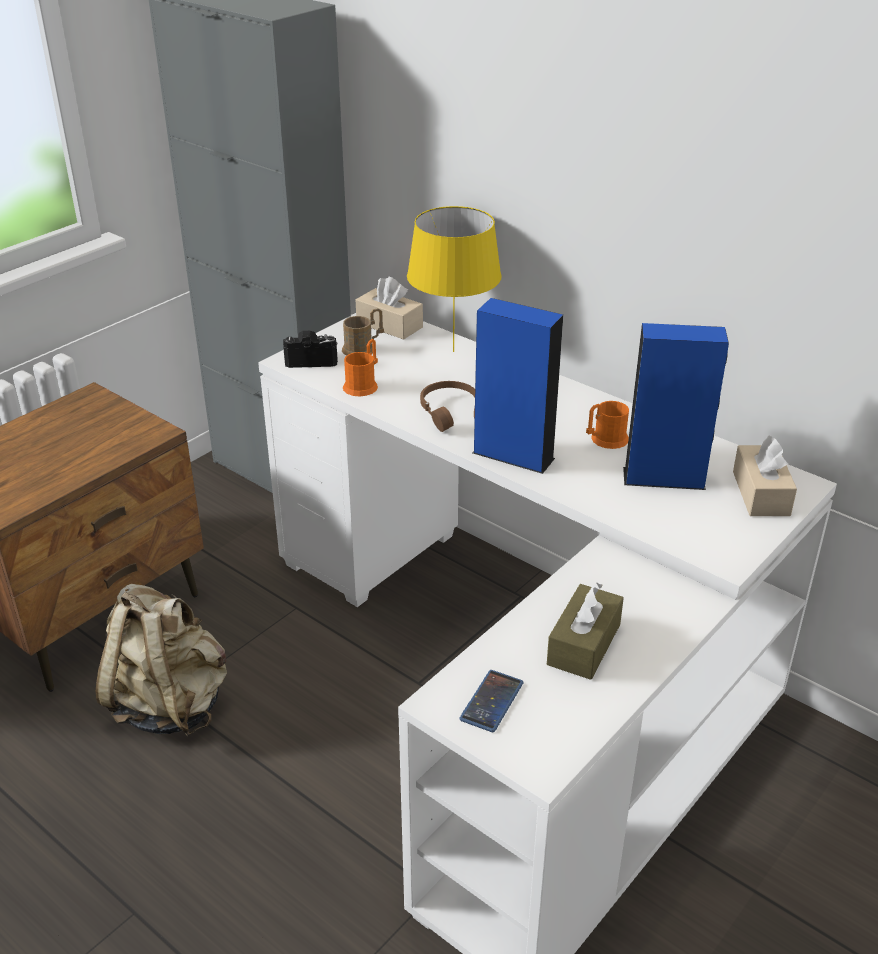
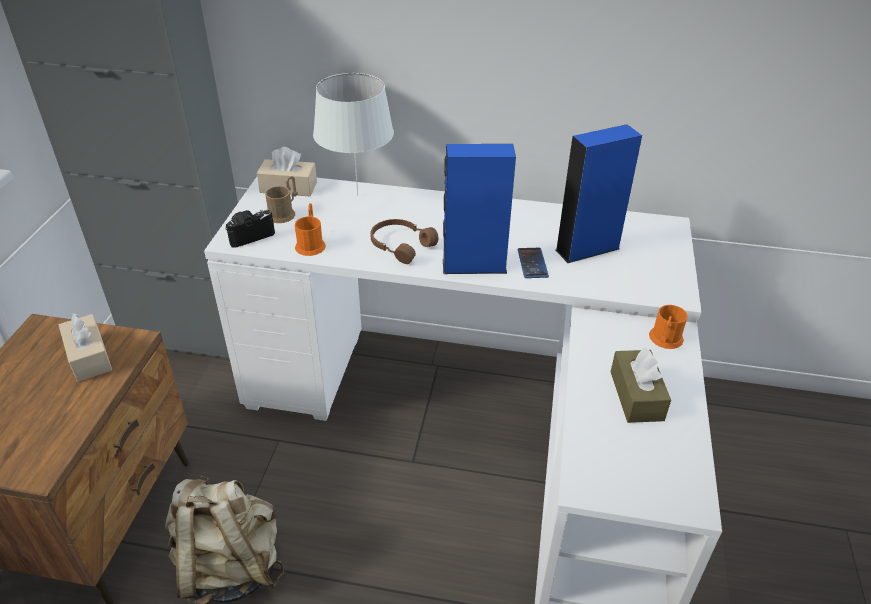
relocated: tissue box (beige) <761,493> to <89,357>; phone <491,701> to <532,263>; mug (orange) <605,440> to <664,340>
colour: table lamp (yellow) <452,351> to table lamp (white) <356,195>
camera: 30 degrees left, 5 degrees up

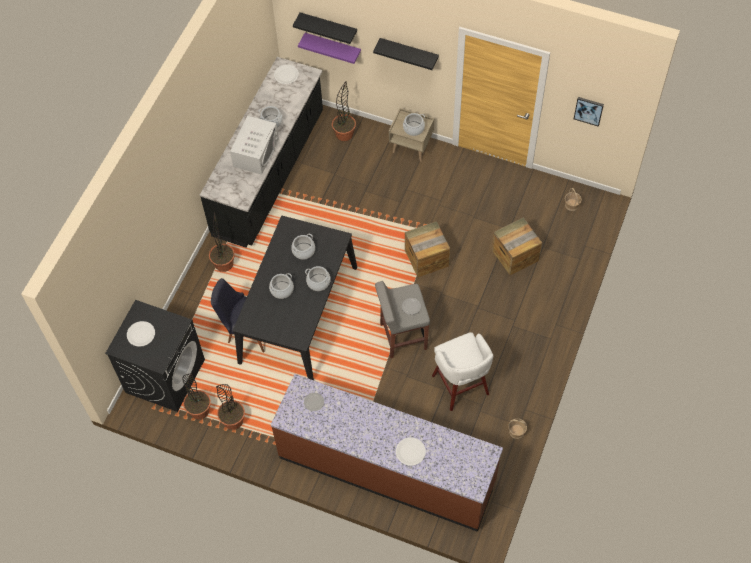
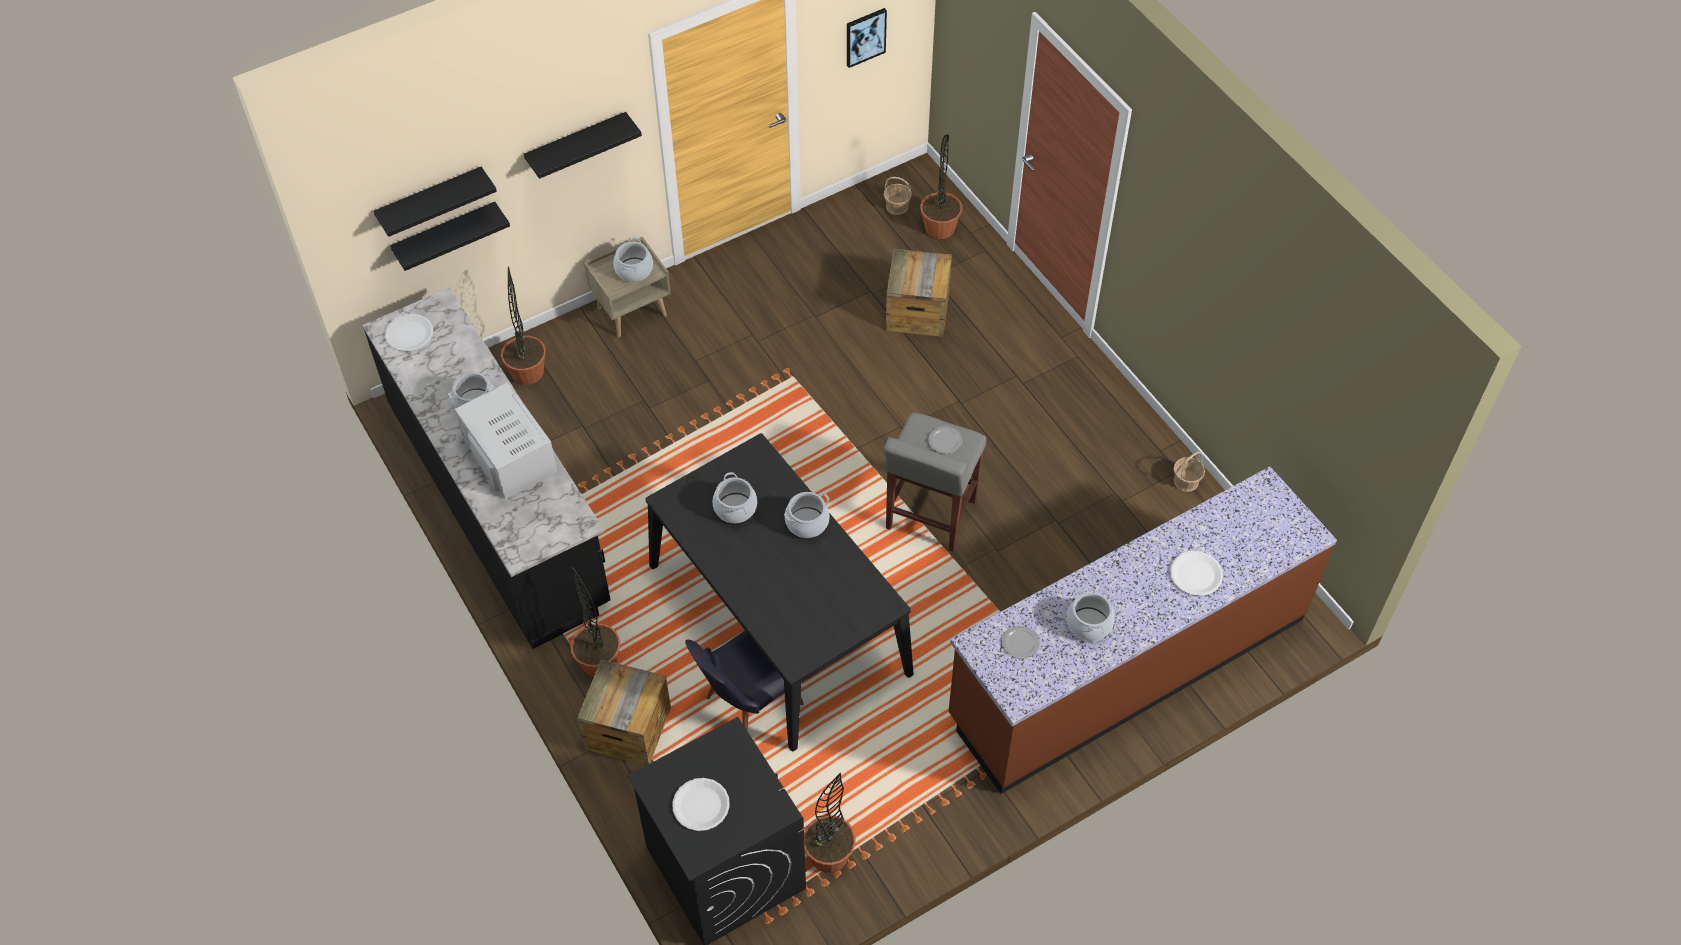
missing: stool (white) <461,387>
relocated: crate <426,258> to <628,728>; potted plant <233,420> to <939,228>; cooking pot <282,290> to <1089,624>
colour: shelf (purple) <333,47> to shelf (black) <446,236>
camera: 55 degrees left, 5 degrees down

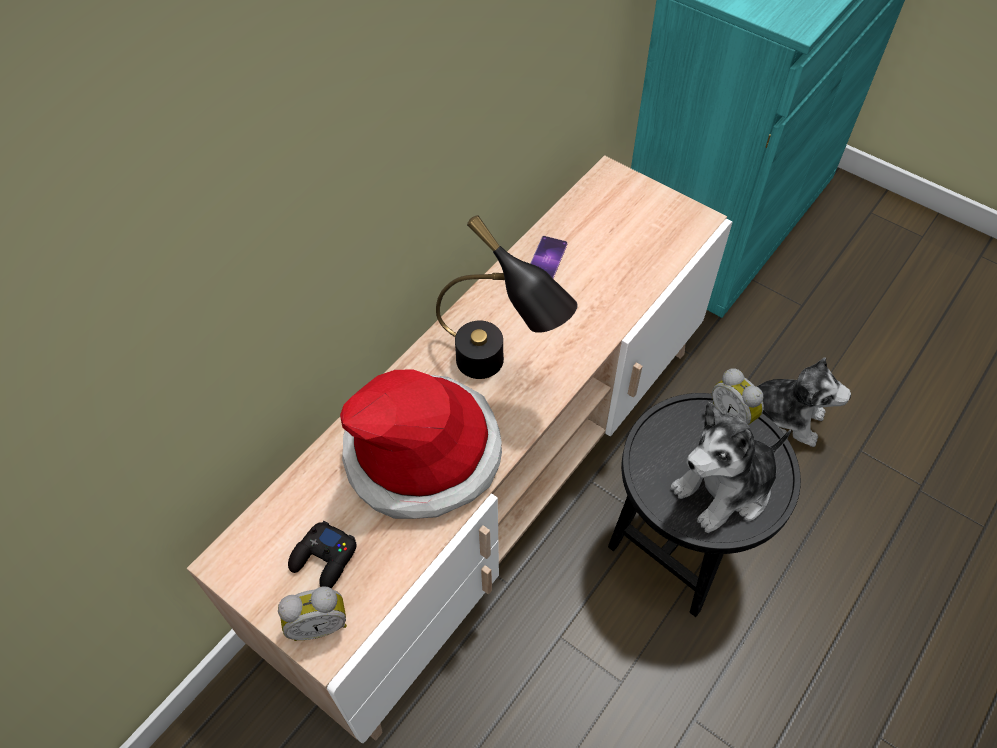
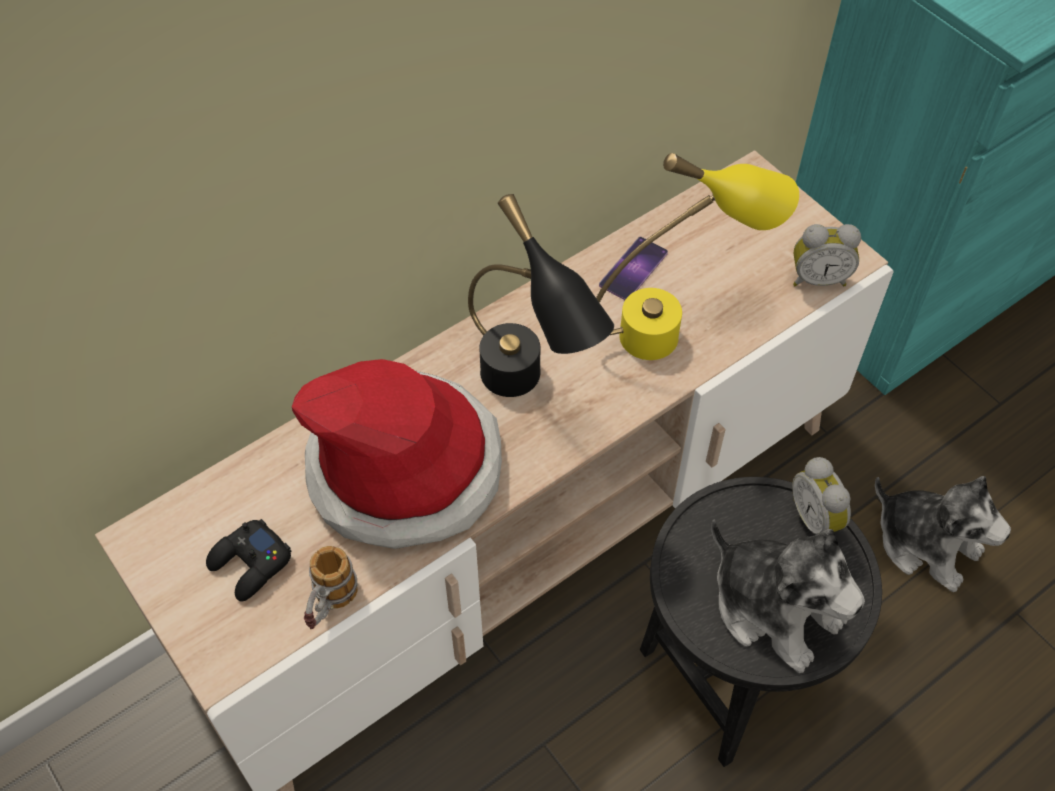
appeared: mug <330,608>; table lamp (yellow) <676,330>
relocated: alarm clock <319,624> to <818,278>
spun: plush toy <725,488> = <774,607> 120 degrees counterclockwise
camera: 15 degrees right, 0 degrees up

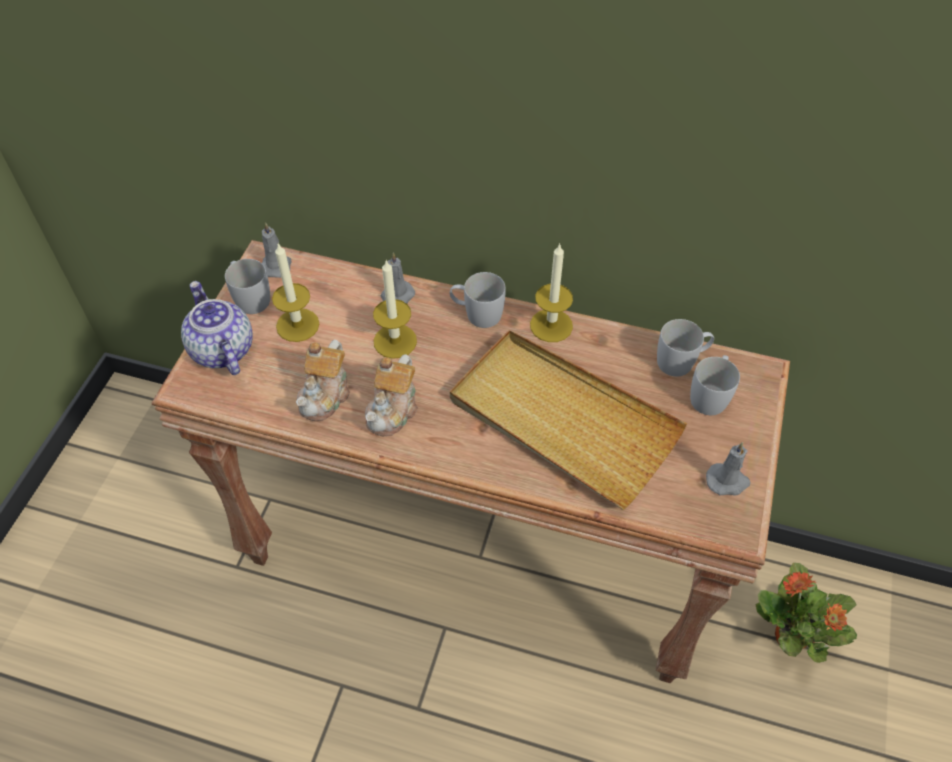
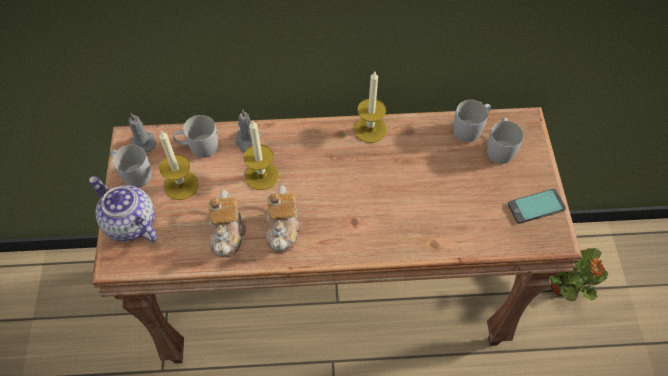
missing: tray (beige) <562,420>
relocated: mug (white) <476,313> to <198,147>
exchanged: candle (grey) <727,481> to phone <536,207>
camera: 20 degrees left, 5 degrees up

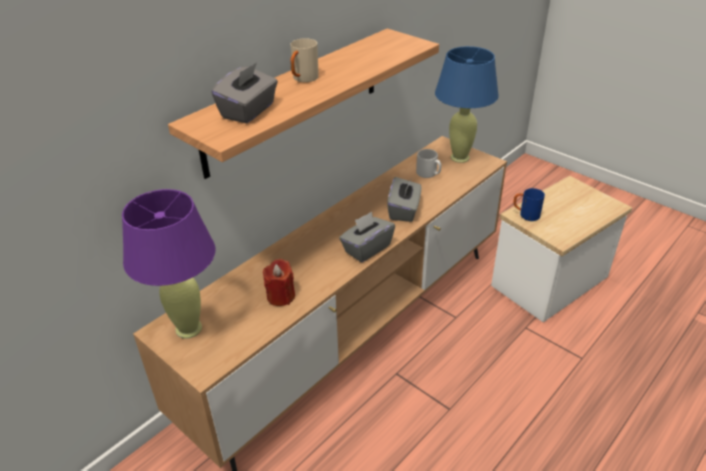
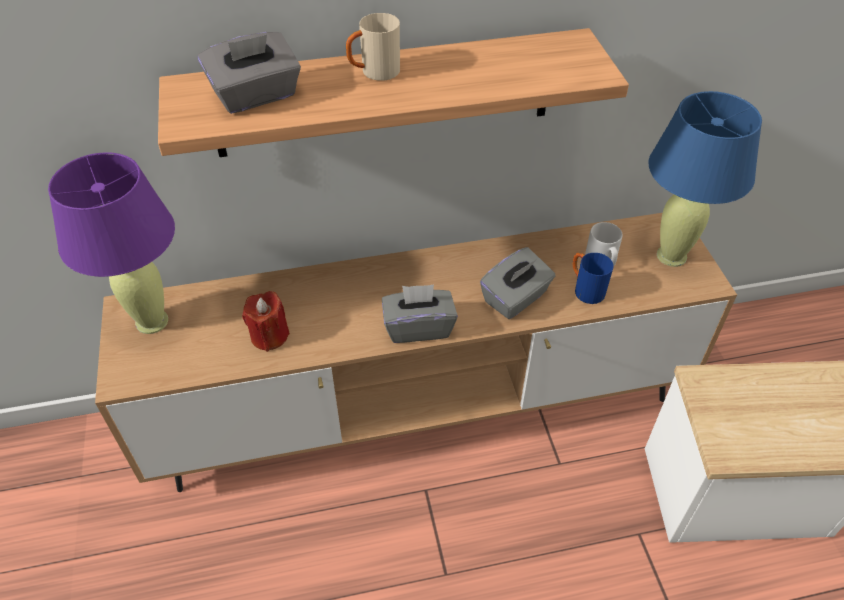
relocated: mug (blue) <525,215> to <585,289>
camera: 35 degrees right, 10 degrees up

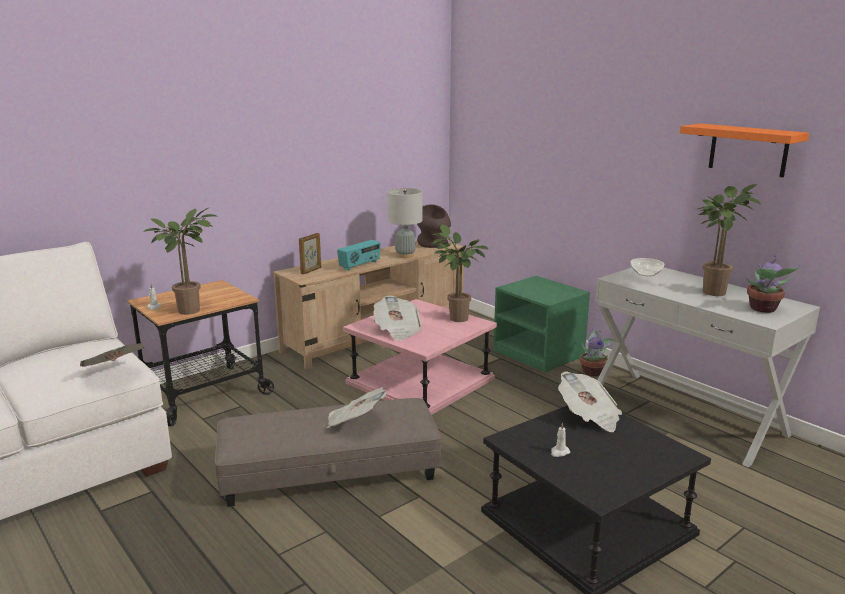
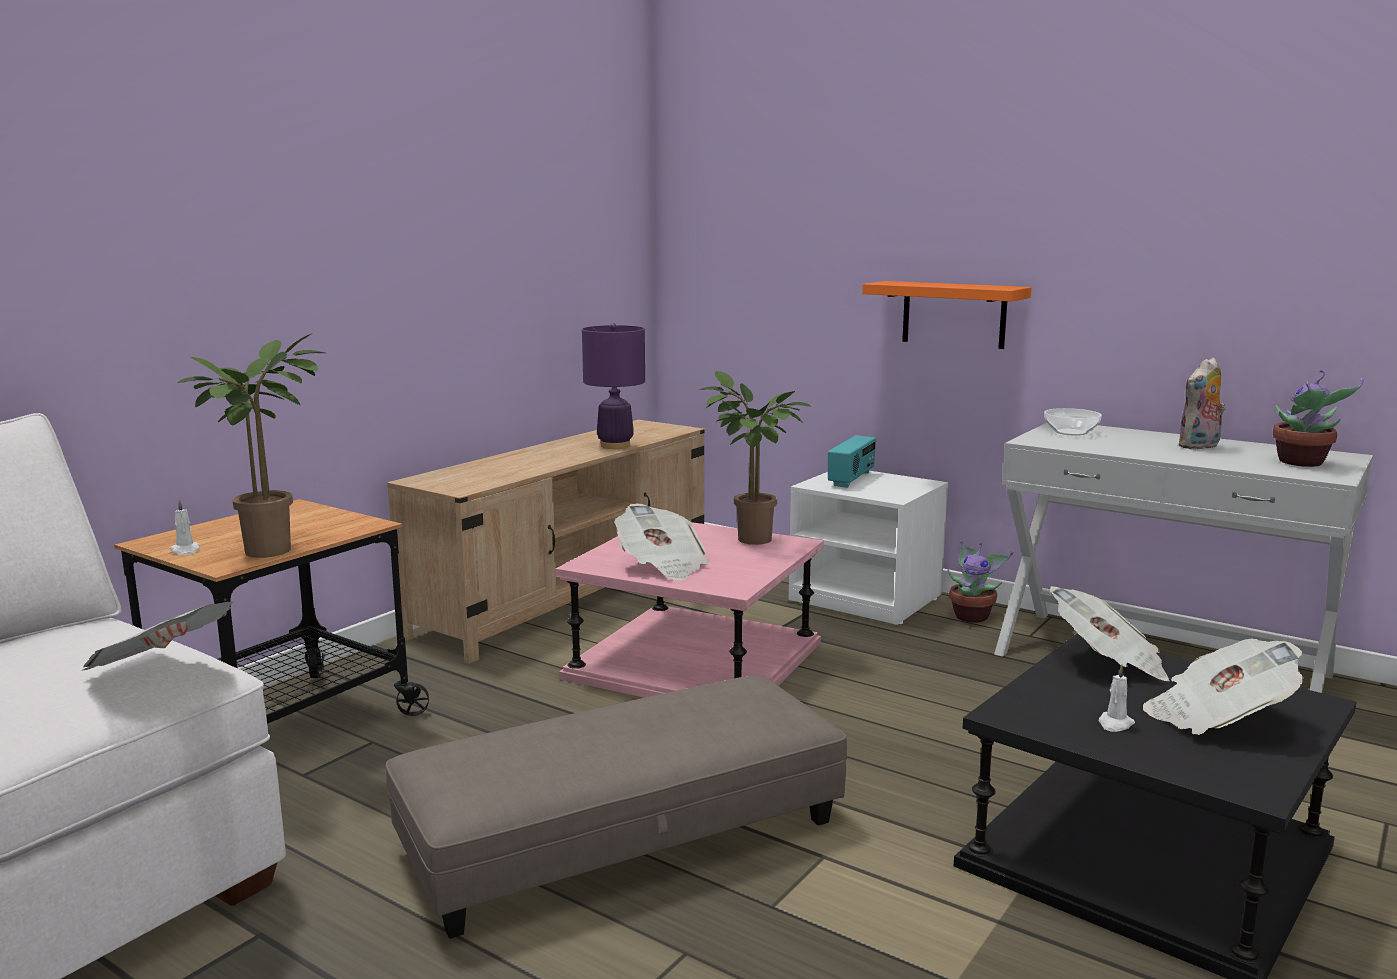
missing: picture frame <311,271>; vase (brown) <433,245>
relocated: radio <360,265> to <852,479>; shelf (orange) <748,150> to <954,314>; newspaper <355,422> to <1217,719>
exchanged: potted plant <713,291> to plush toy <1199,446>
colour: table lamp (grey) <405,255> to table lamp (purple) <615,446>; nightstand (green) <539,354> to nightstand (white) <867,598>
camera: 15 degrees left, 5 degrees down

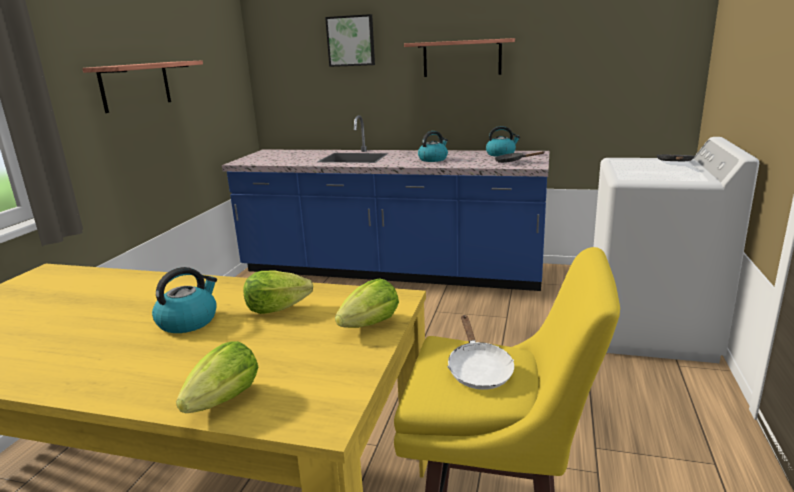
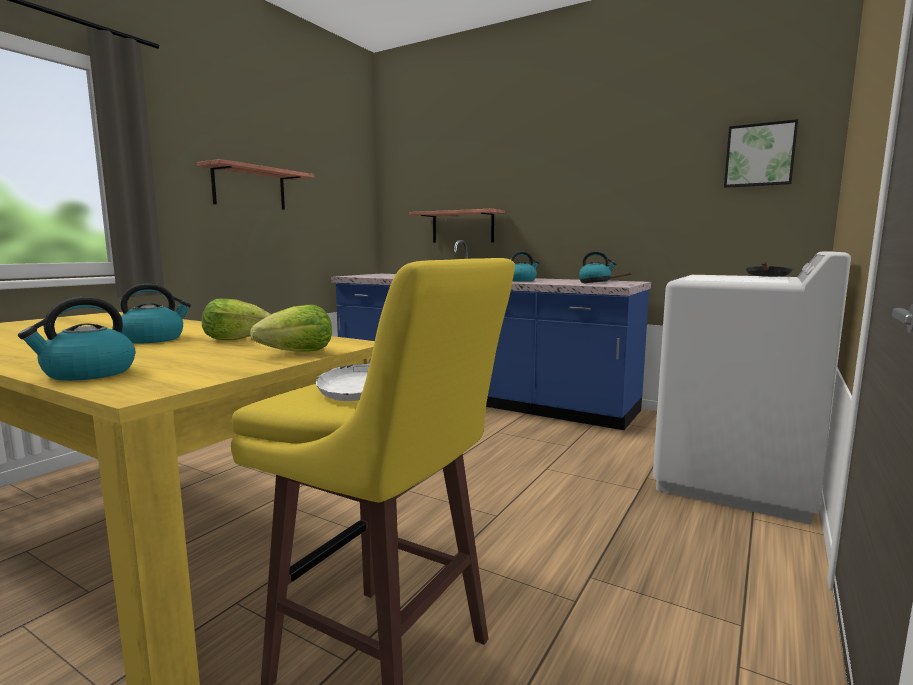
relocated: shelf <462,58> to <462,227>; picture <351,41> to <759,155>
exchanged: lettuce <225,400> to kettle <88,373>
camera: 15 degrees right, 10 degrees down

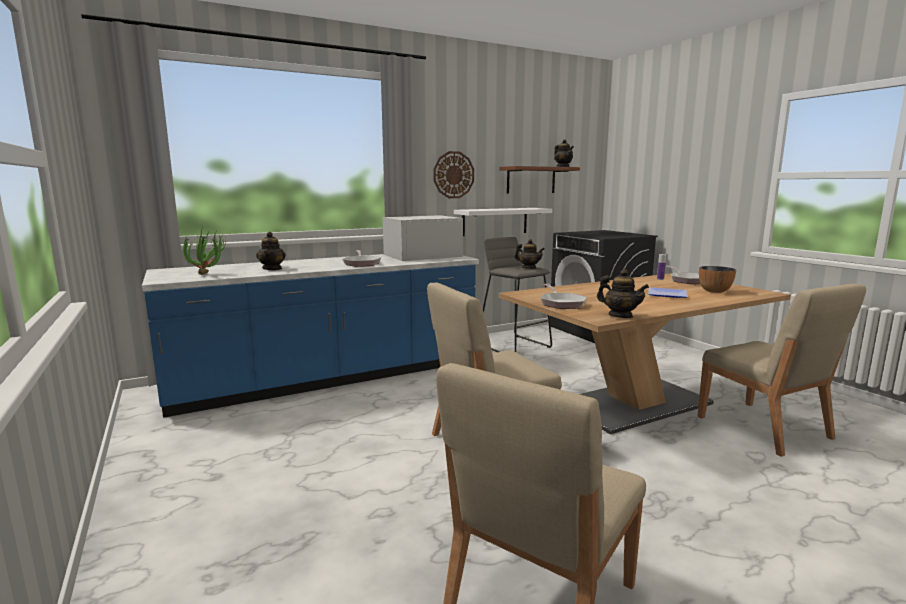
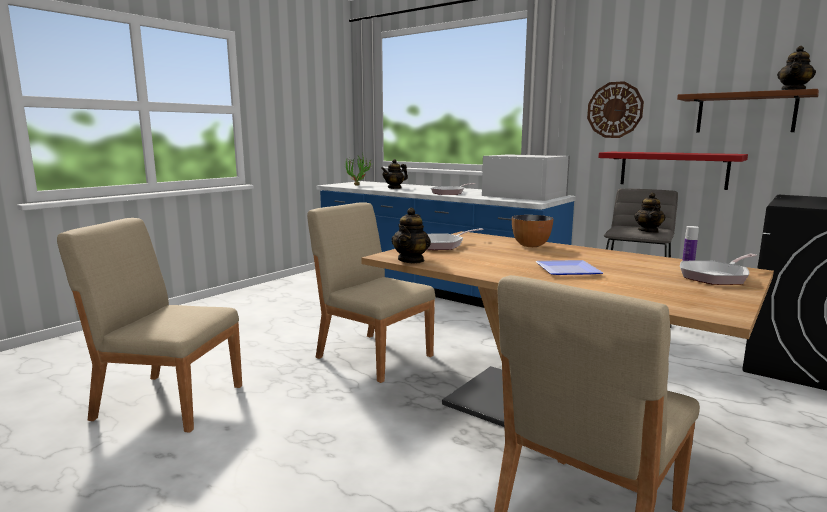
relocated: bowl <714,291> to <531,245>
colour: shelf (white) <495,221> to shelf (red) <673,169>
camera: 65 degrees right, 0 degrees up

